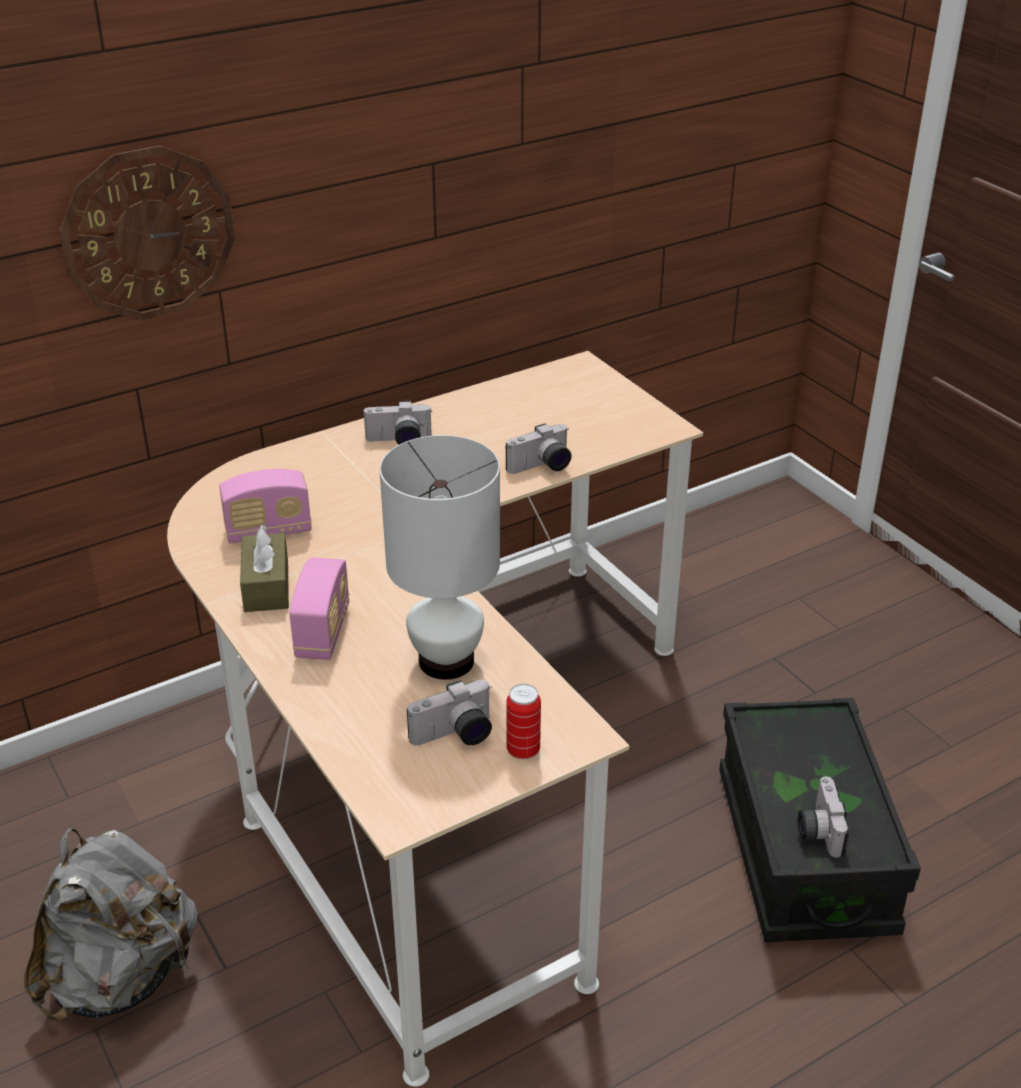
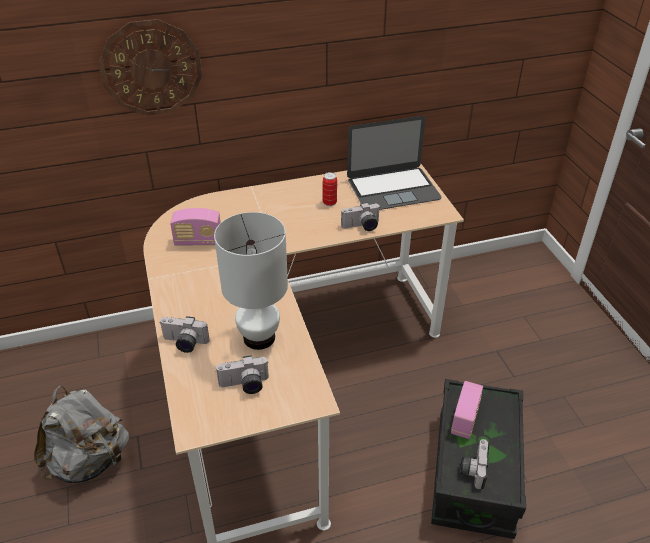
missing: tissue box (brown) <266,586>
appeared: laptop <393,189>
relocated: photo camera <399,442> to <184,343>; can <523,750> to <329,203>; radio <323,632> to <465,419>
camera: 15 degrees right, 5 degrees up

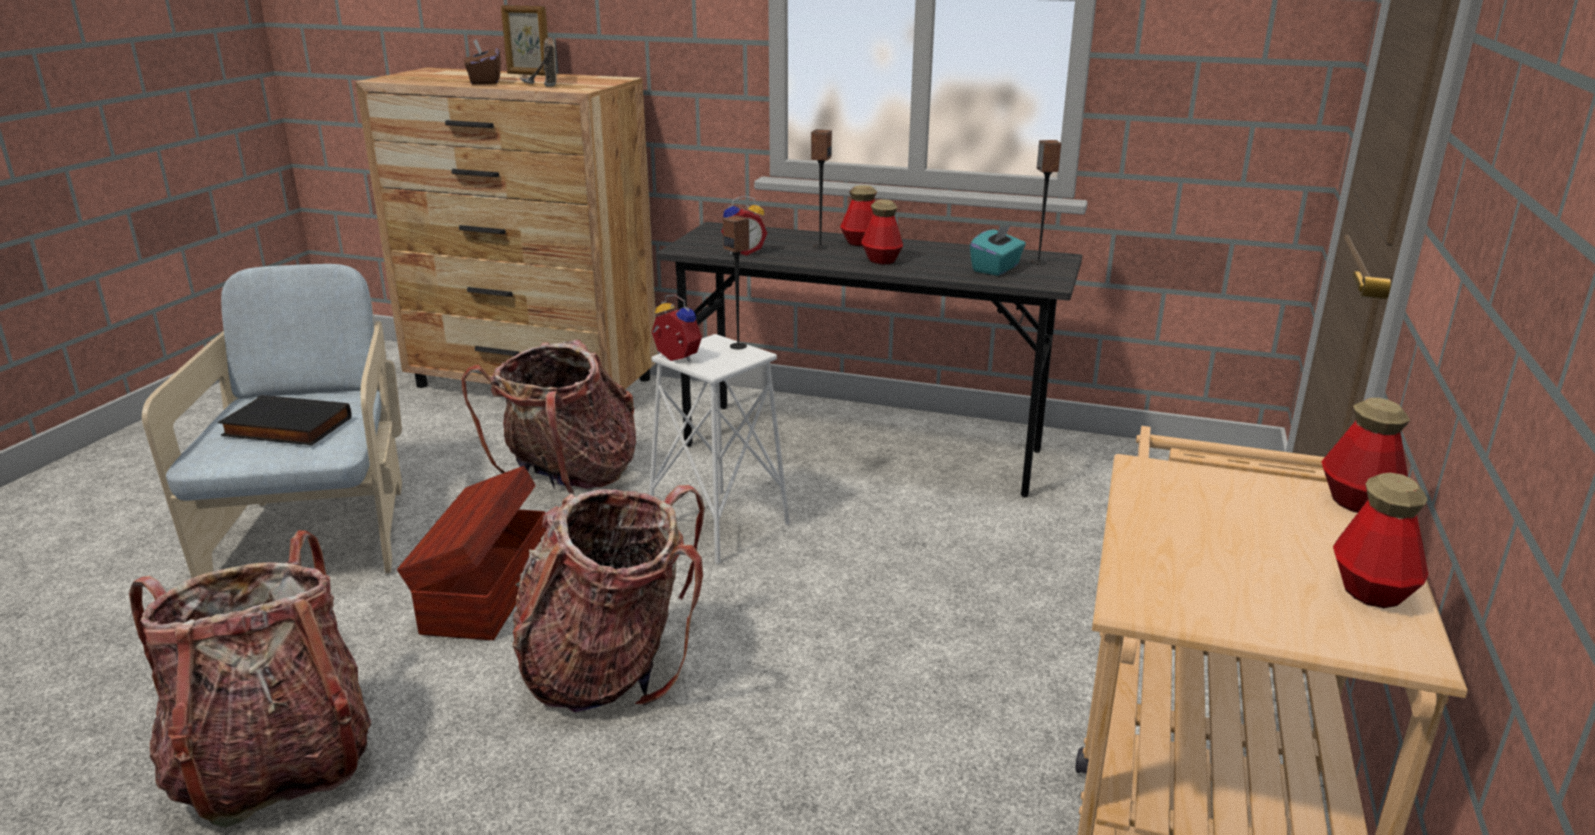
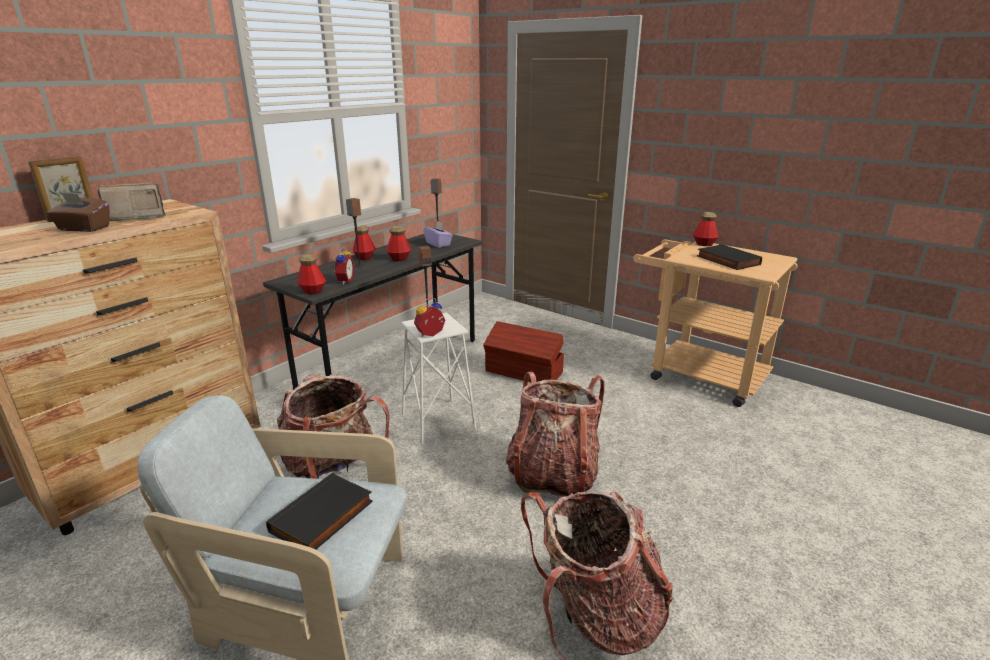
appeared: book (black) <726,260>
relocated: bottle <1371,591> to <312,291>; storage box (brown) <484,591> to <524,372>
colour: tissue box (turquoise) <996,268> to tissue box (purple) <438,244>
spun: radio <542,83> = <136,217> 150 degrees clockwise
camera: 70 degrees left, 0 degrees up

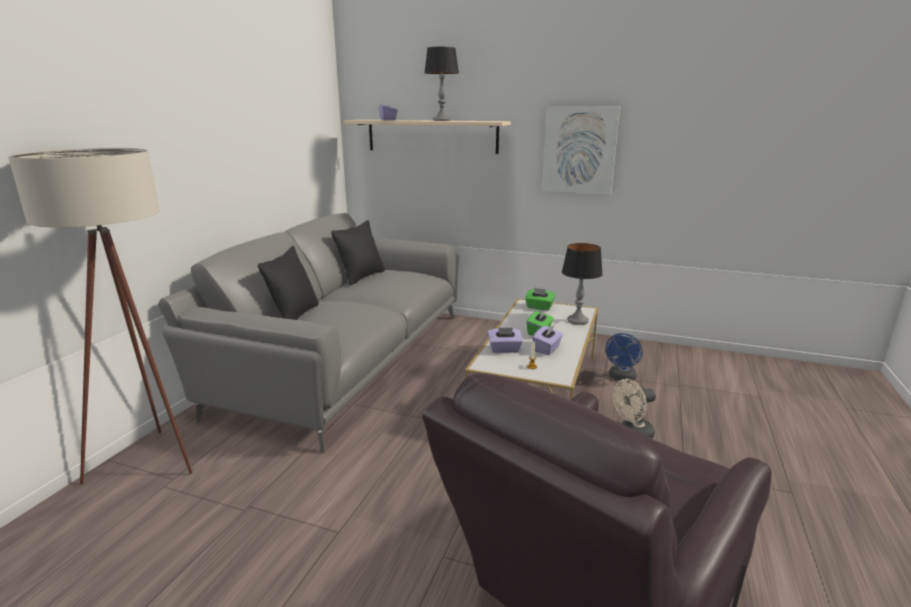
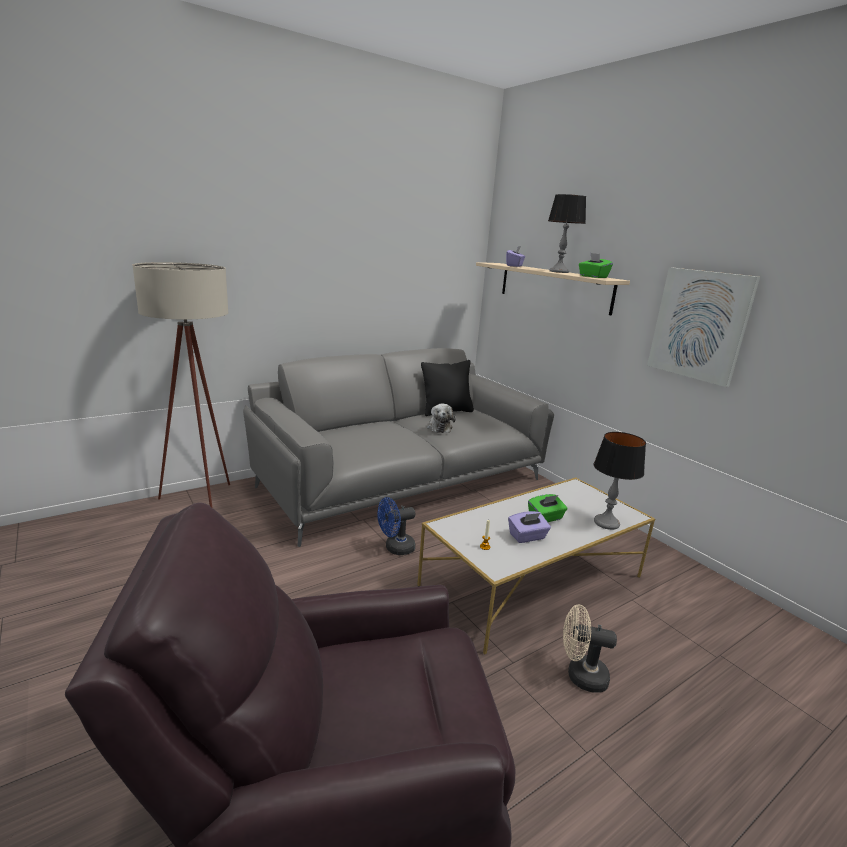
missing: pillow (black) <294,315>; tissue box (purple) <504,349>
appeared: plush toy <439,427>
relocated: fan (blue) <621,378> to <395,548>; tissue box (green) <539,307> to <593,277>
camera: 35 degrees right, 0 degrees up

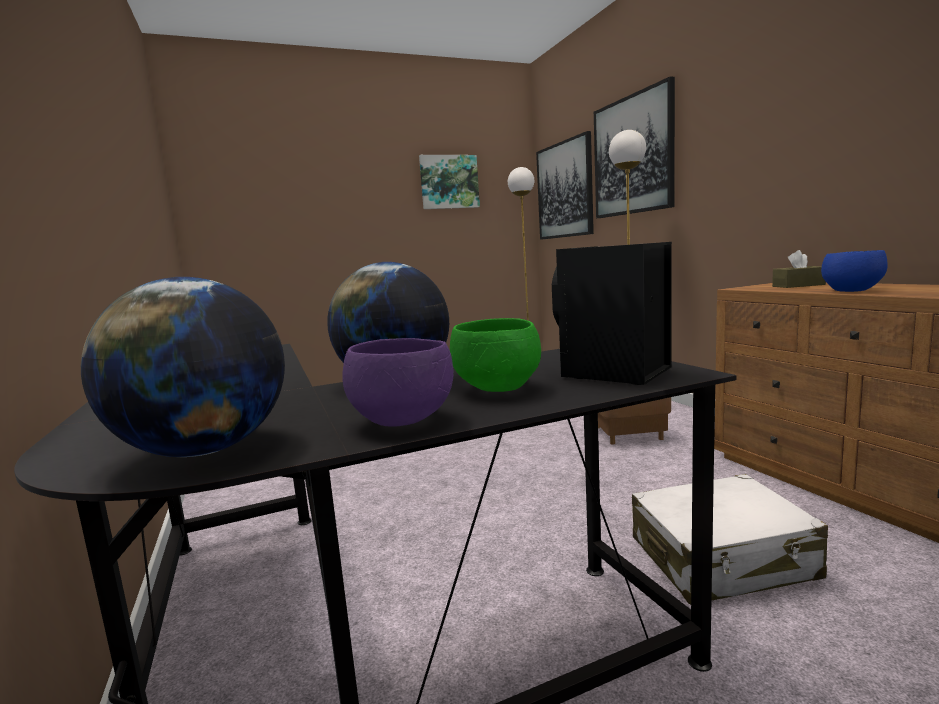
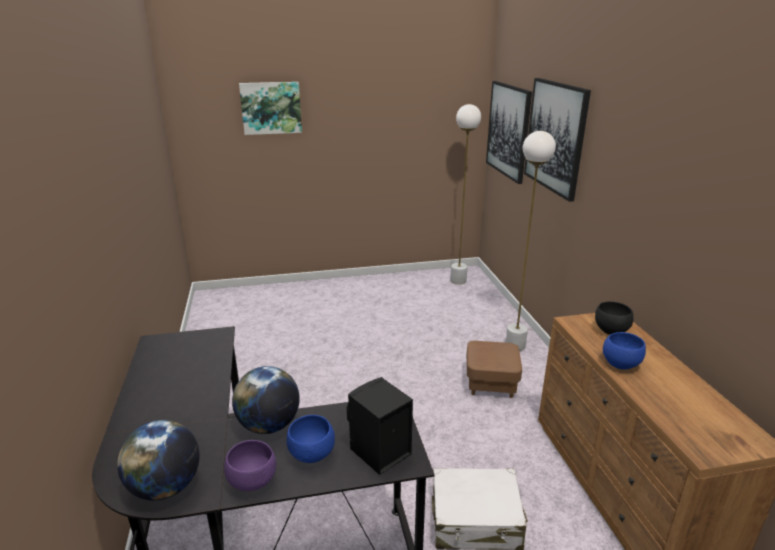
relocated: picture <449,182> to <271,108>
exchanged: tissue box (brown) <798,285> to bowl (black) <610,331>
colour: bowl (green) <500,389> to bowl (blue) <313,455>
camera: 10 degrees right, 15 degrees up

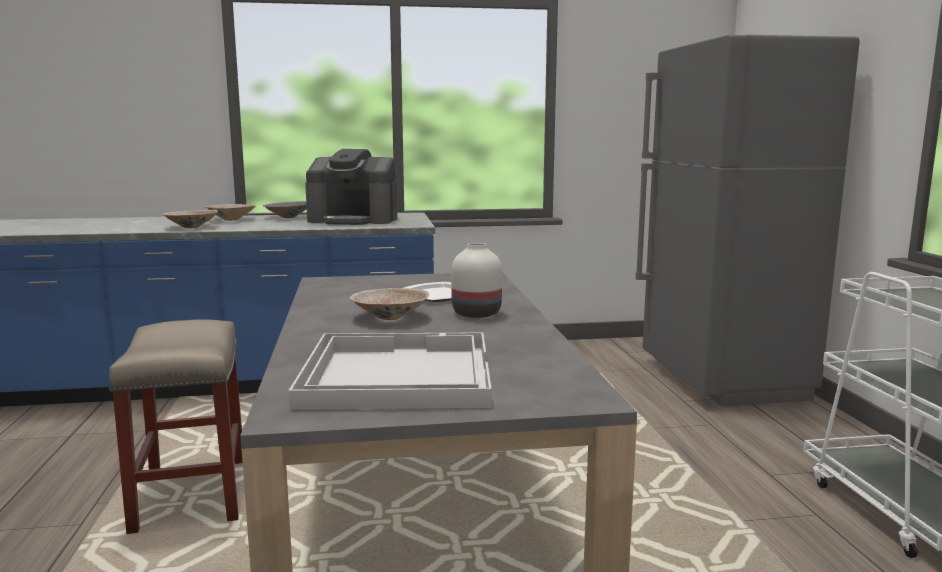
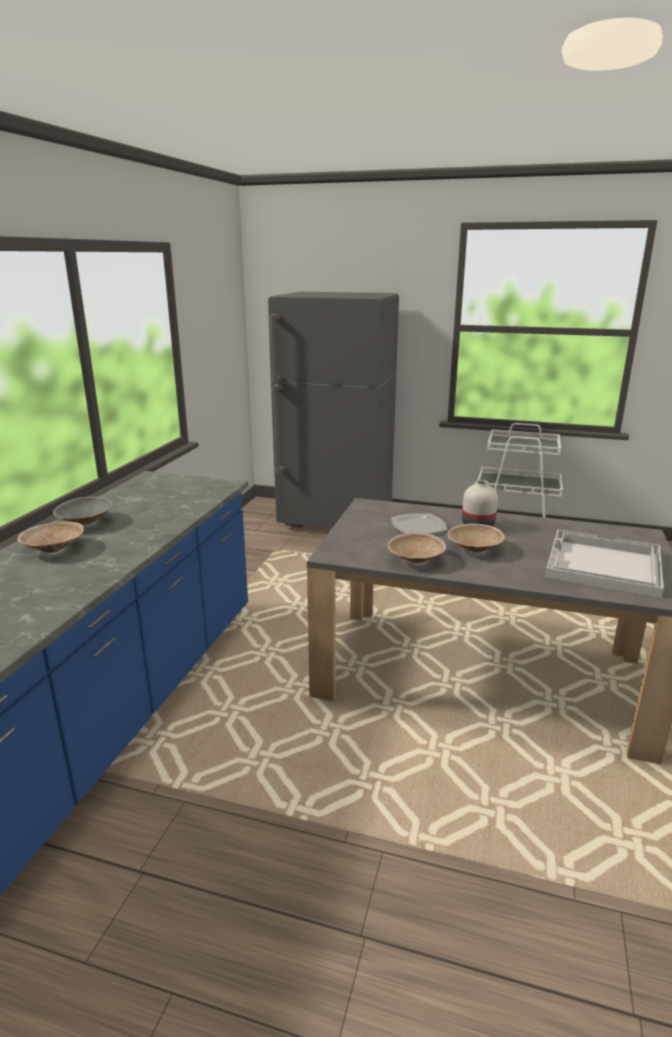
missing: stool (beige) <191,493>; coffee machine <354,220>
relocated: bowl (beige) <191,227> to <415,560>
camera: 65 degrees left, 10 degrees up

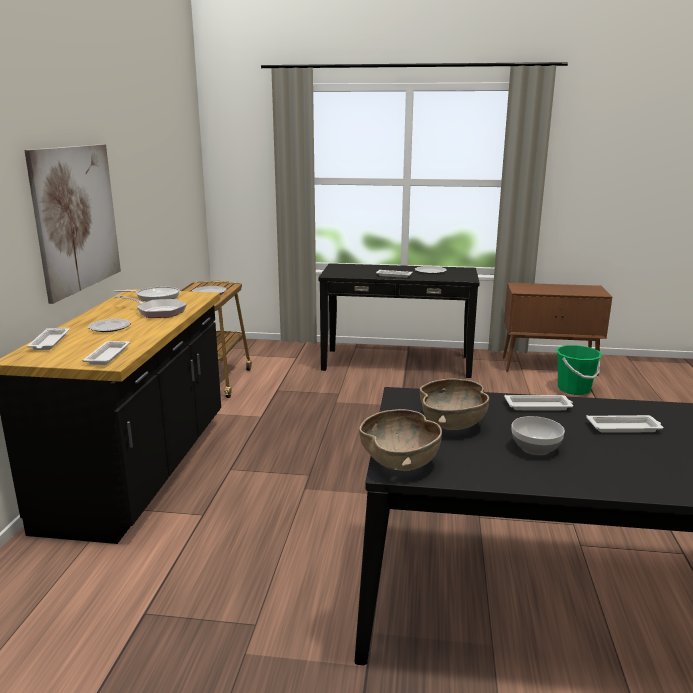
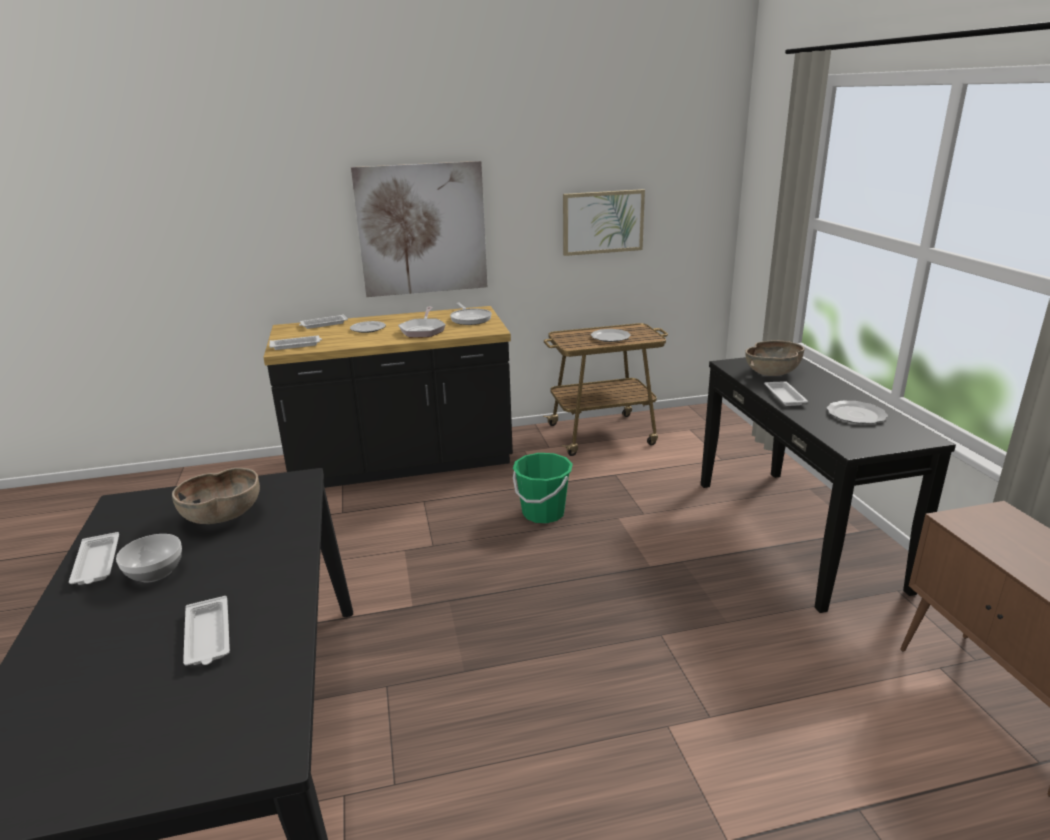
appeared: picture <602,222>
relocated: tray (white) <539,406> to <97,564>; bucket (green) <574,389> to <543,513>; bowl (brown) <400,461> to <772,373>
camera: 70 degrees right, 5 degrees up

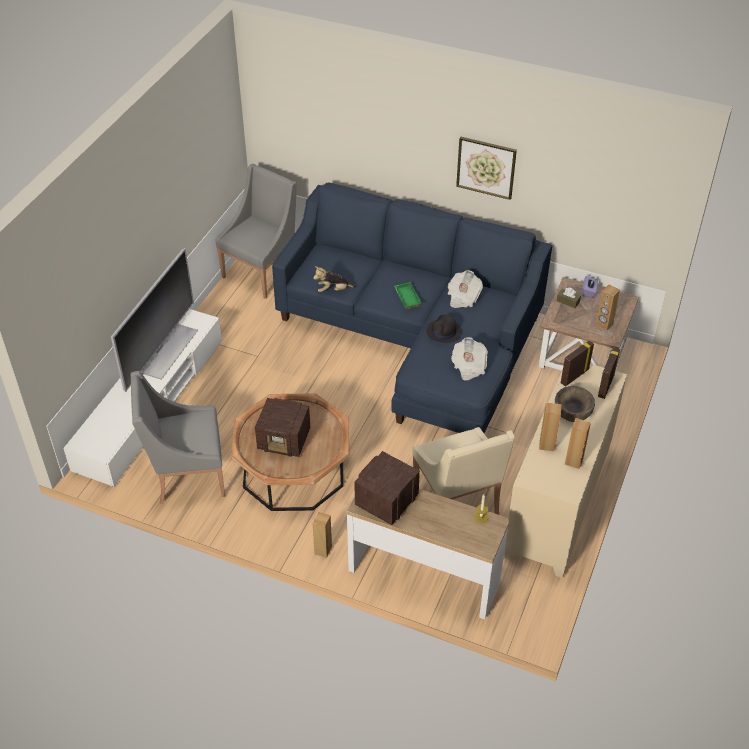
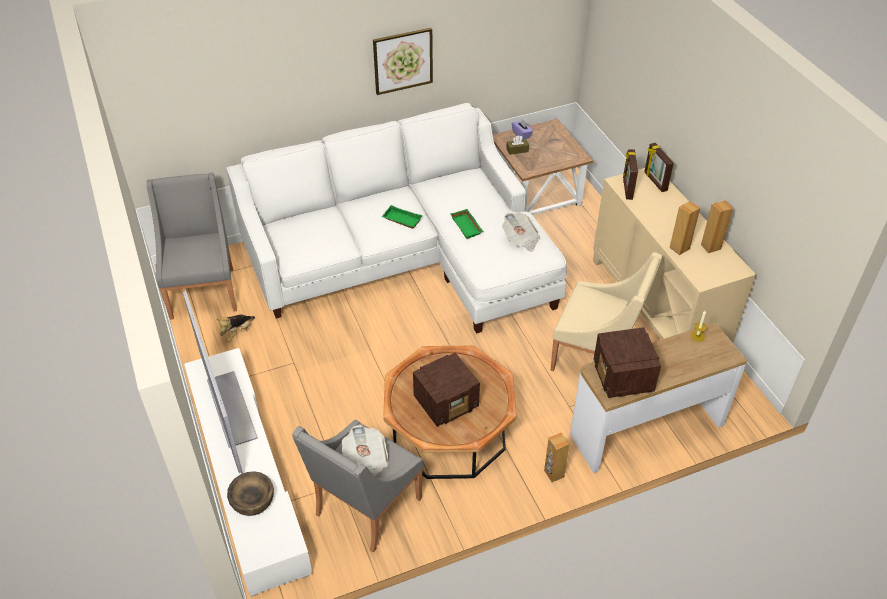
missing: speaker (brown) <604,325>
relocated: plush toy <334,290> to <237,333>; bowl (brown) <572,411> to <252,501>; newspaper <463,297> to <365,461>
exchanged: hat (black) <443,332> to tray (green) <467,226>
colour: sofa (blue) <417,337> to sofa (white) <406,258>
camera: 45 degrees left, 0 degrees up

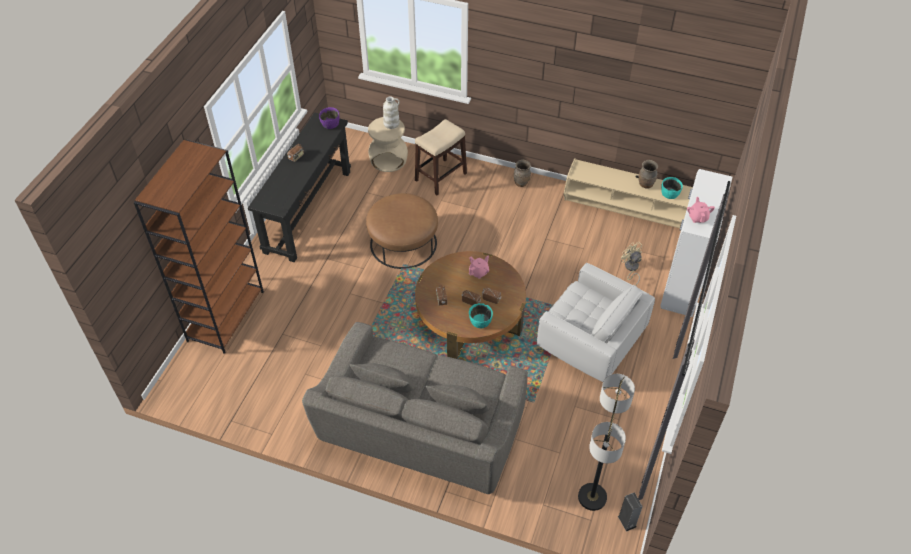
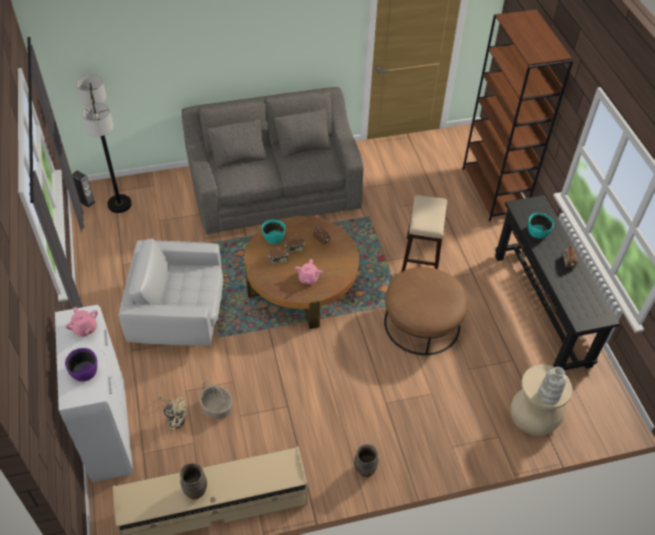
appeared: basket <217,408>
relocated: bowl (purple) <330,124> to <85,371>; stool <441,176> to <421,257>; bowl (turquoise) <670,193> to <537,232>
camera: 145 degrees right, 0 degrees up

